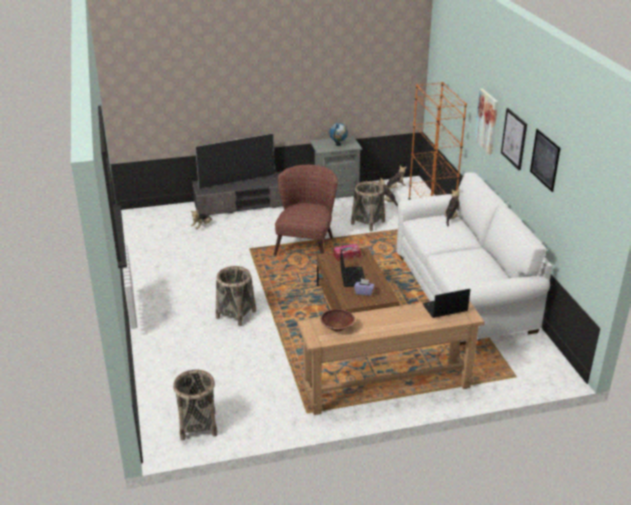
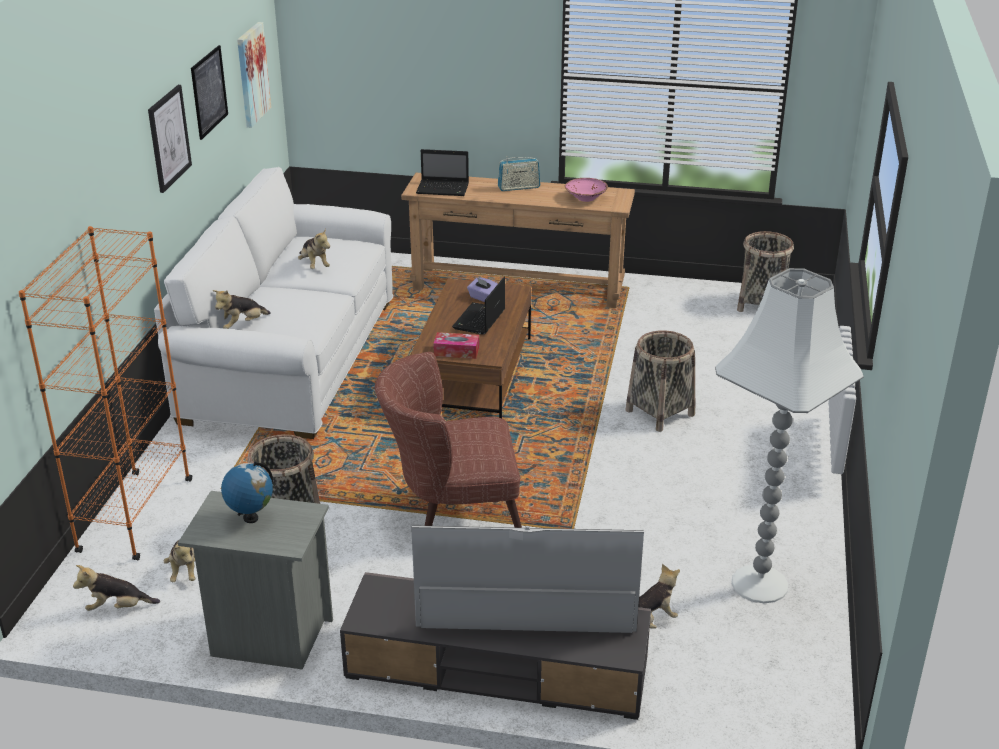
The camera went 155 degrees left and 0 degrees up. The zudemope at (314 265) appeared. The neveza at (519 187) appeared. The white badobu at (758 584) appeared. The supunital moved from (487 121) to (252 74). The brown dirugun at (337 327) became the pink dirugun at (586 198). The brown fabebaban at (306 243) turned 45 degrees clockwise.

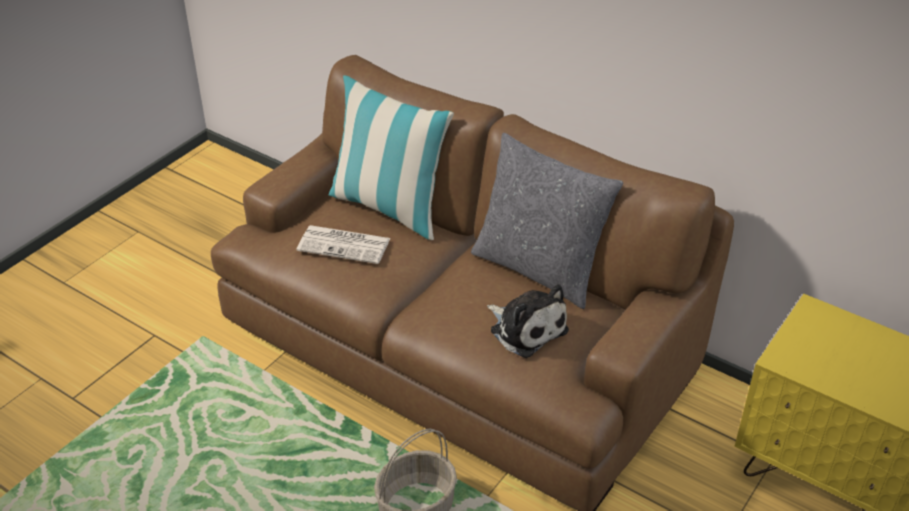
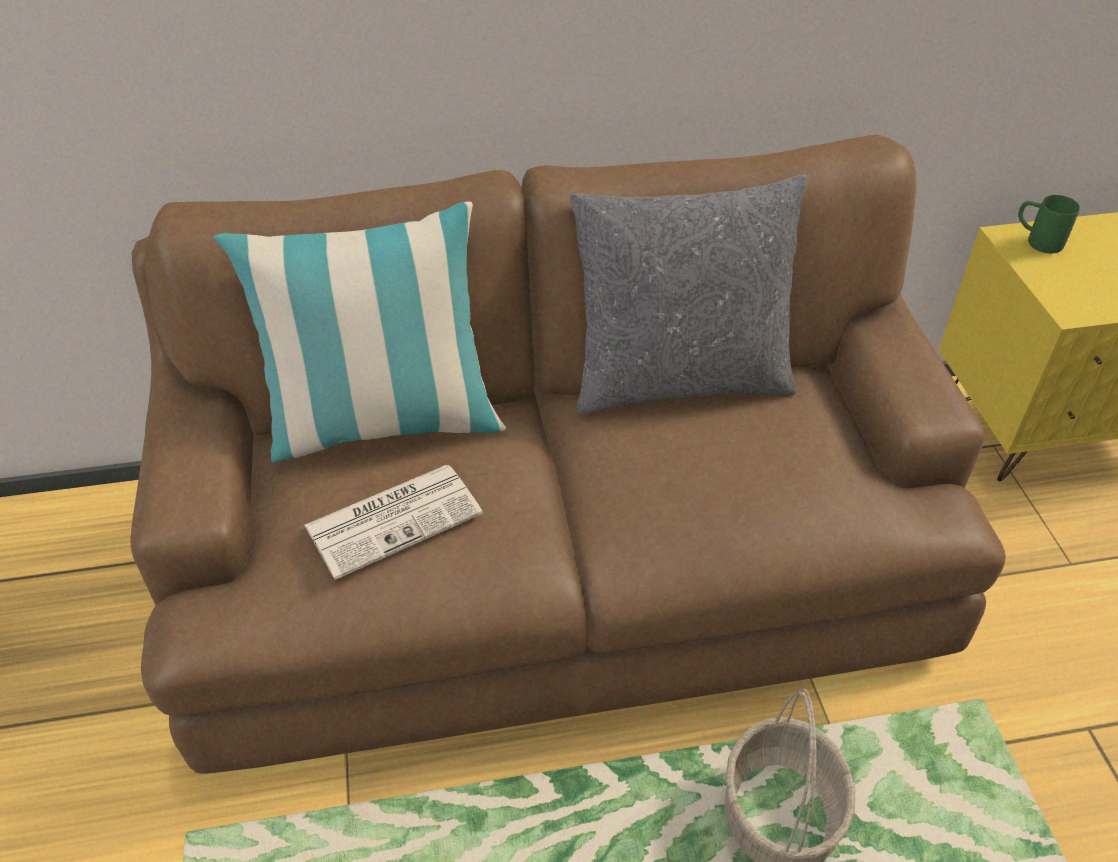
The camera went 45 degrees left and 5 degrees up. The zudemope at (526 329) disappeared. The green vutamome at (1036 241) appeared.

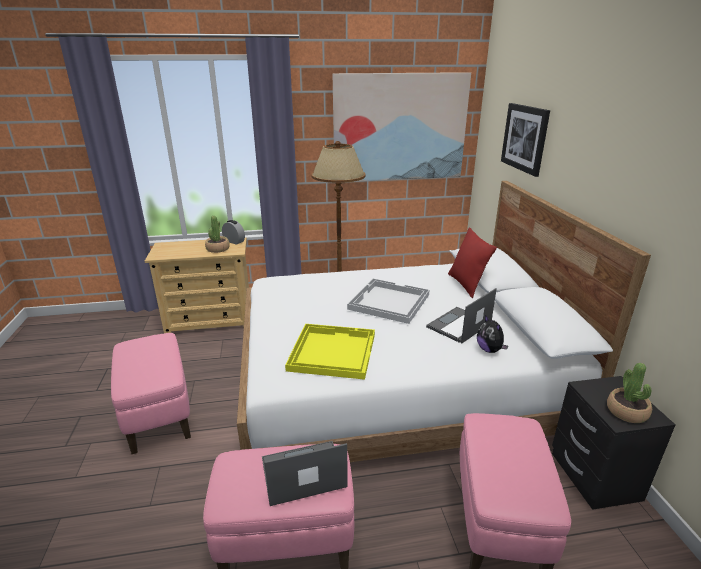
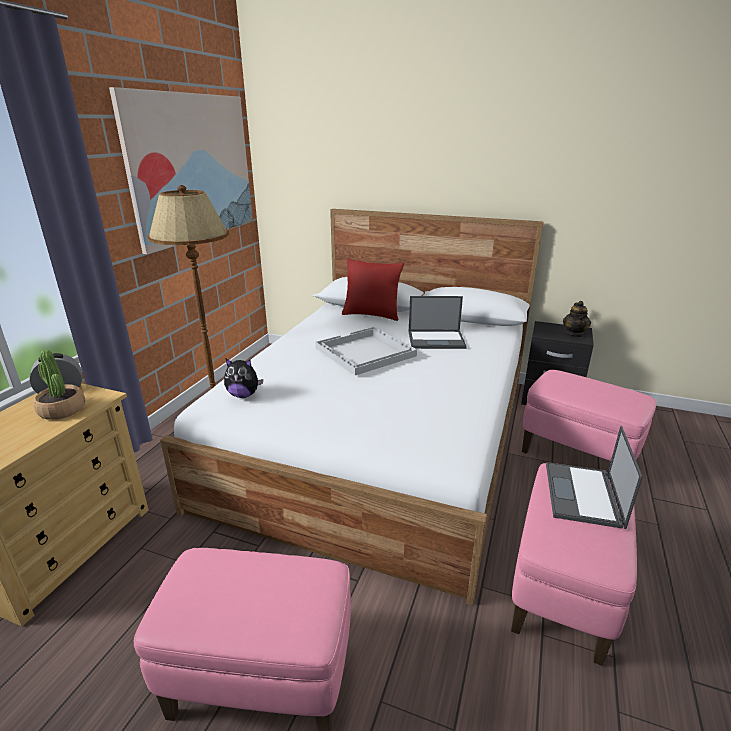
The camera went 60 degrees left and 0 degrees up. The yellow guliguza at (332 351) disappeared. The supunital at (525 138) disappeared. The zudemope moved from (489 350) to (243 395). The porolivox at (627 412) was replaced by the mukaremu at (574 334). The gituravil at (458 325) turned 75 degrees counterclockwise.

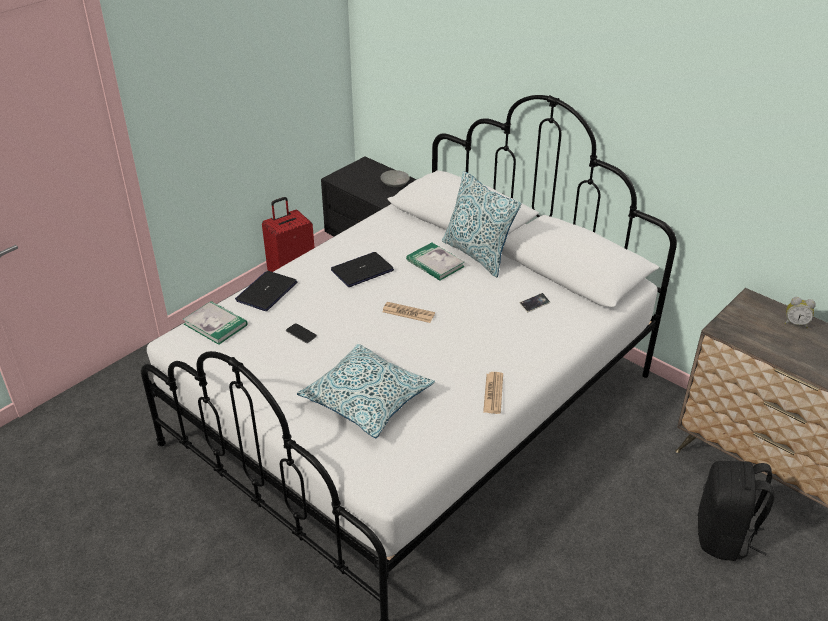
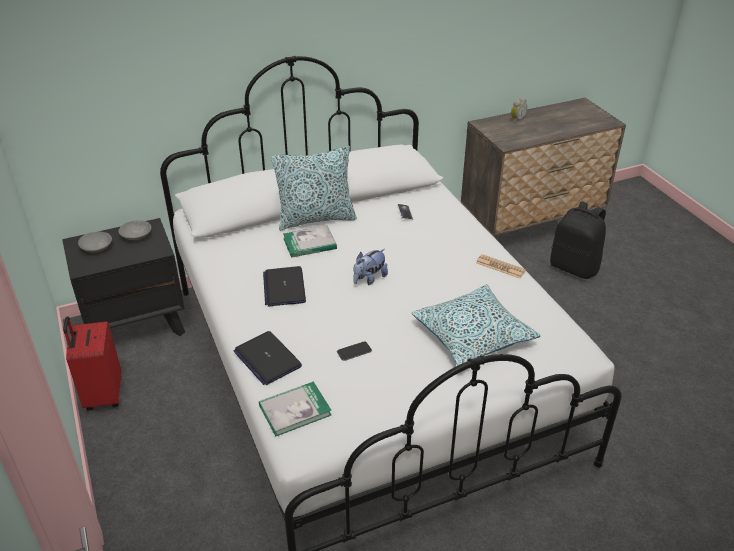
The camera went 65 degrees left and 0 degrees up. The grey dirugun at (97 247) appeared. The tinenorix at (408 313) was replaced by the zudemope at (369 279).

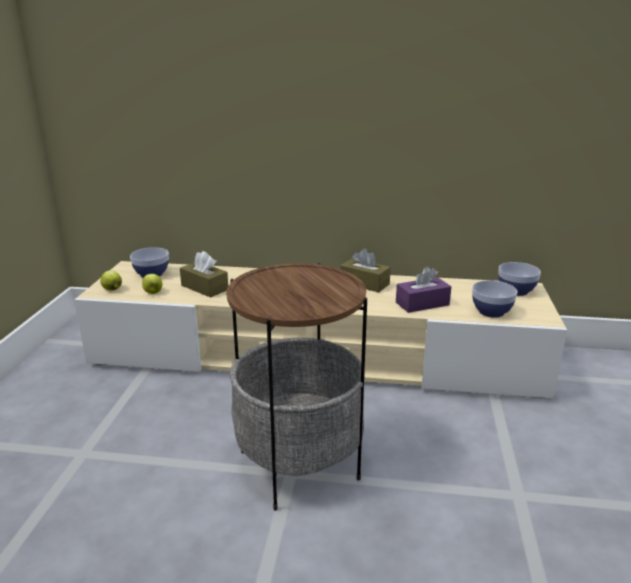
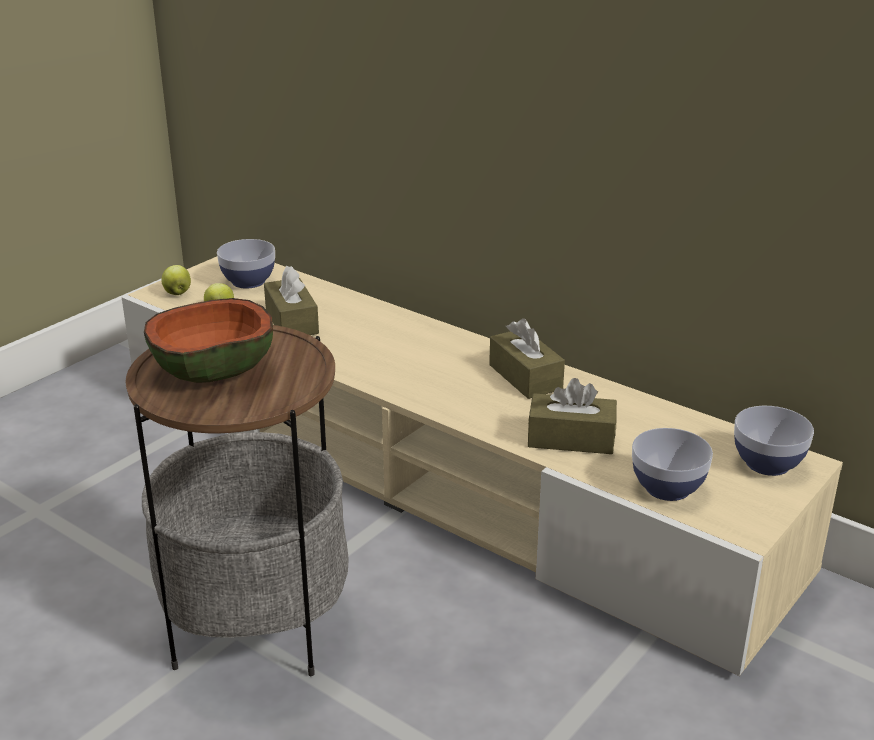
The camera went 30 degrees right and 5 degrees up. The dirugun at (213 372) appeared. The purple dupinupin at (422 304) became the brown dupinupin at (571 439).

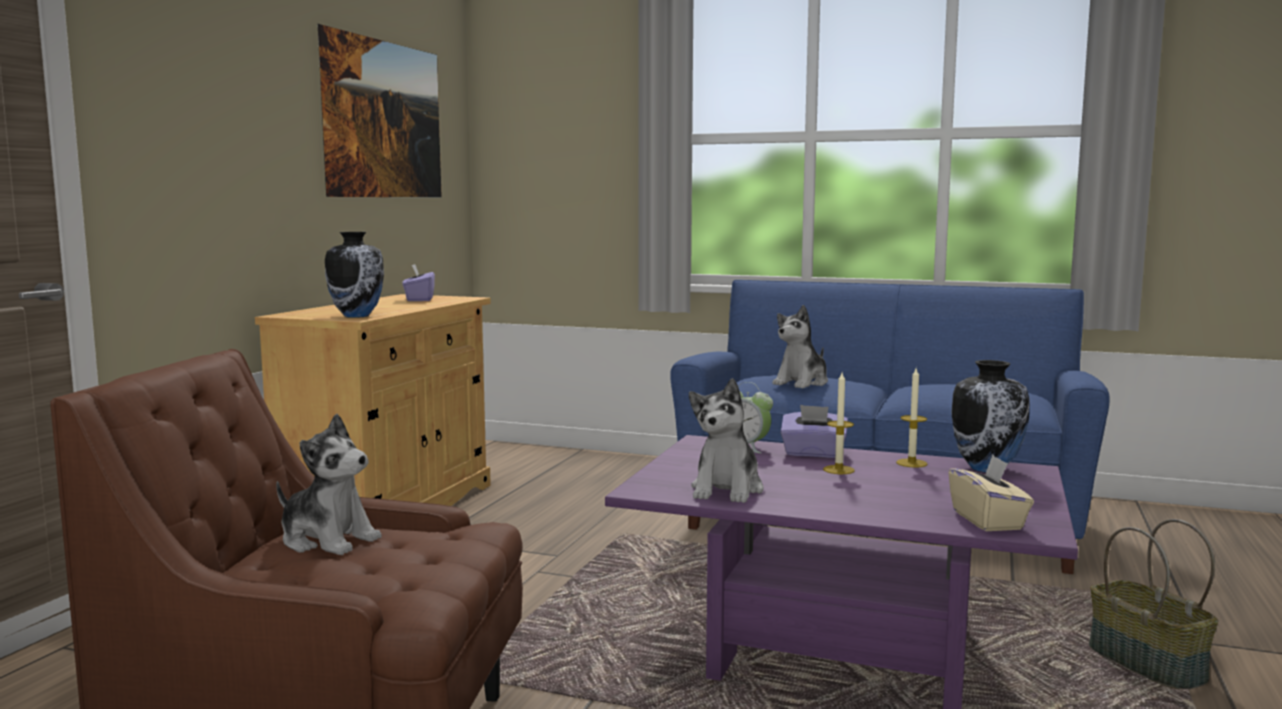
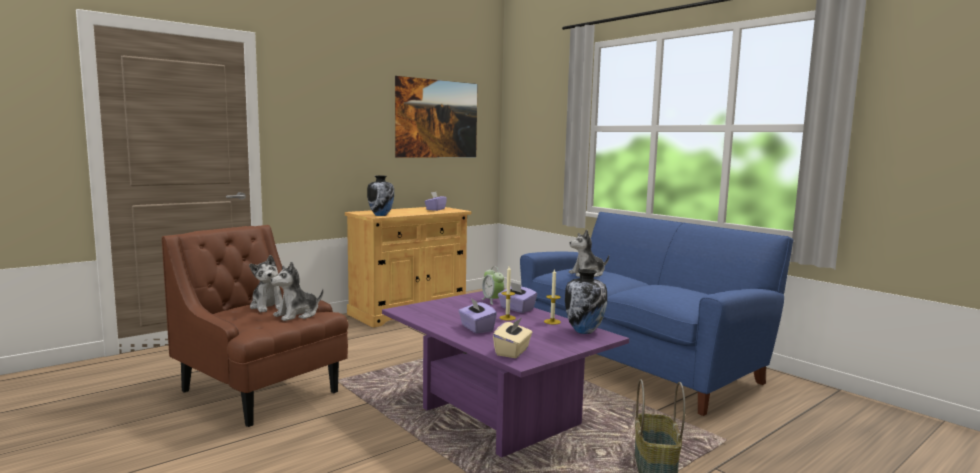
The camera went 30 degrees right and 0 degrees up. The purple dupinupin at (476 328) appeared. The zudemope moved from (727 490) to (297 315).

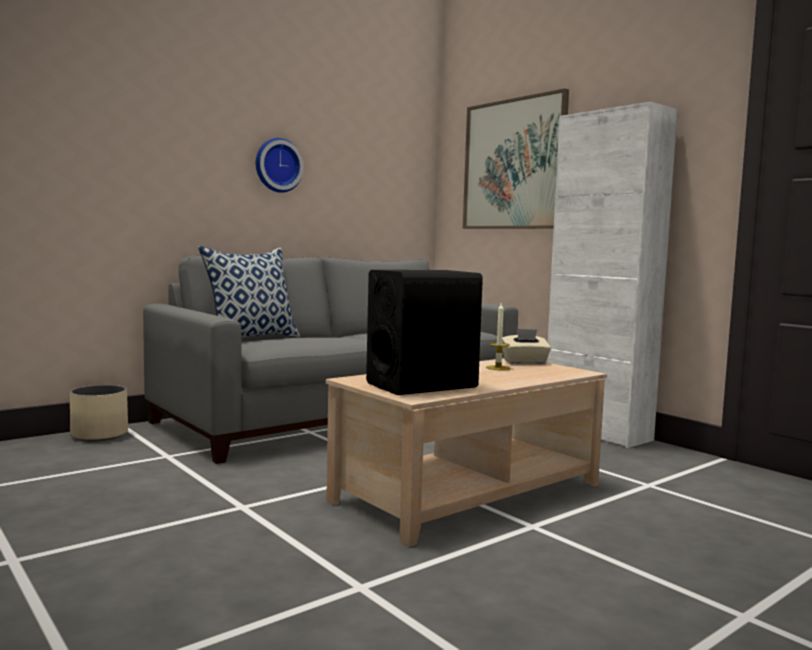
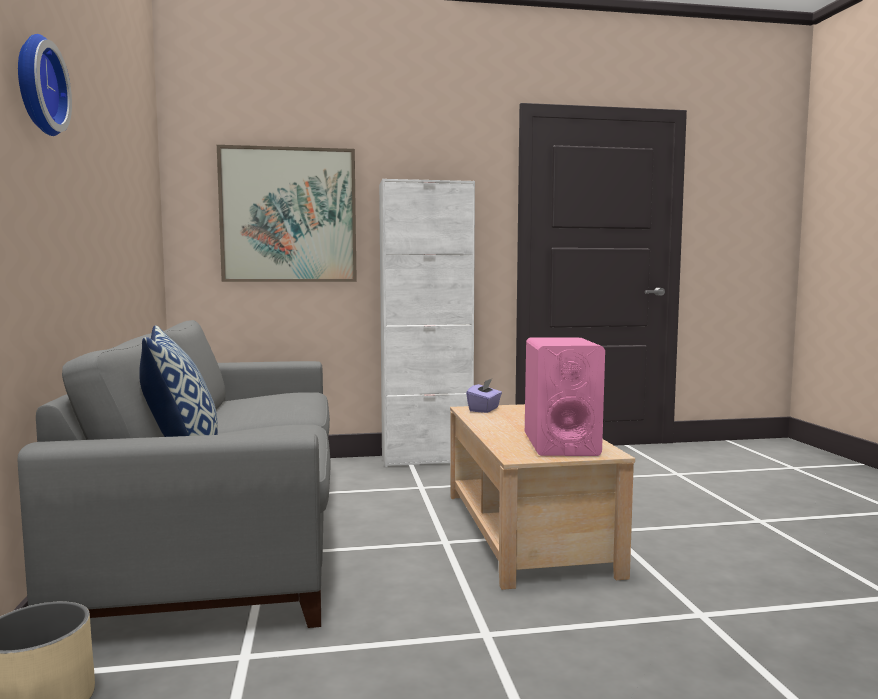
The camera went 60 degrees left and 0 degrees up. The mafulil at (498 368) disappeared. The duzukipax moved from (277 165) to (36 85). The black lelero at (422 385) became the pink lelero at (560 444). The beige dupinupin at (525 363) became the purple dupinupin at (484 409).

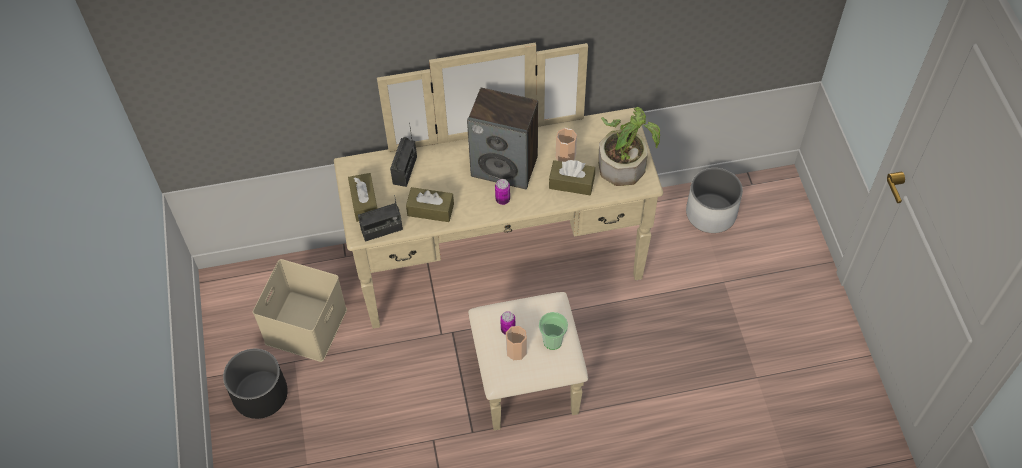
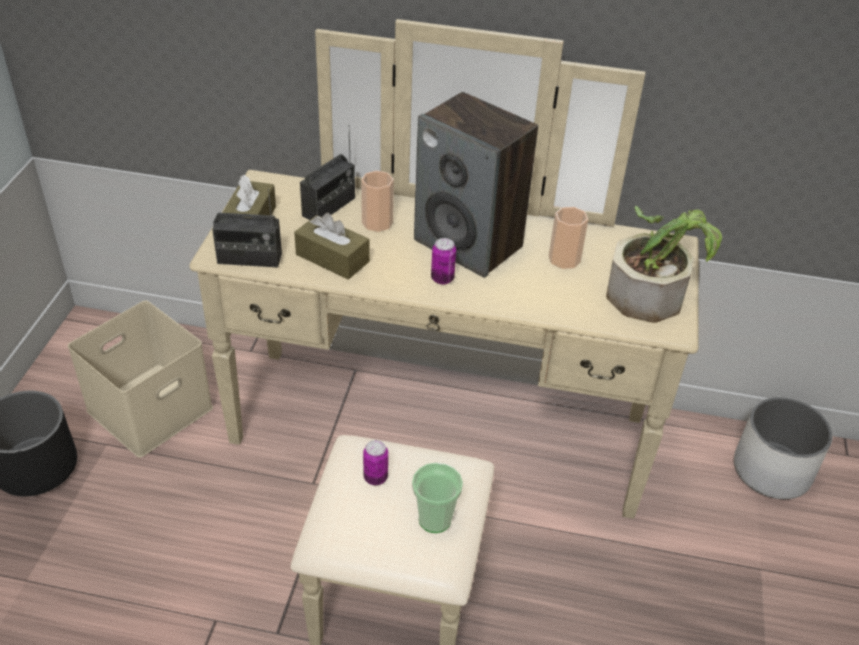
The camera went 20 degrees right and 15 degrees down. The brown dupinupin at (571 183) disappeared. The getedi moved from (516 351) to (377 222).

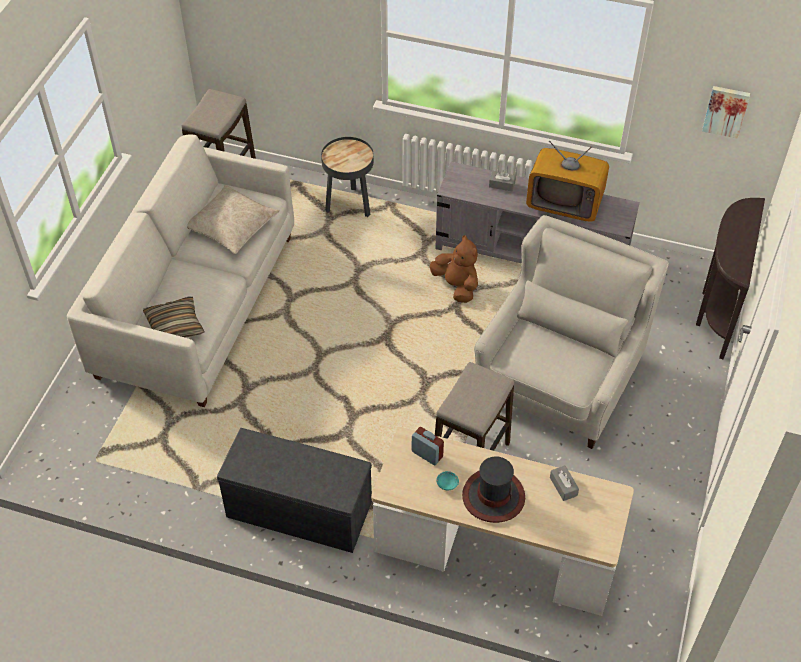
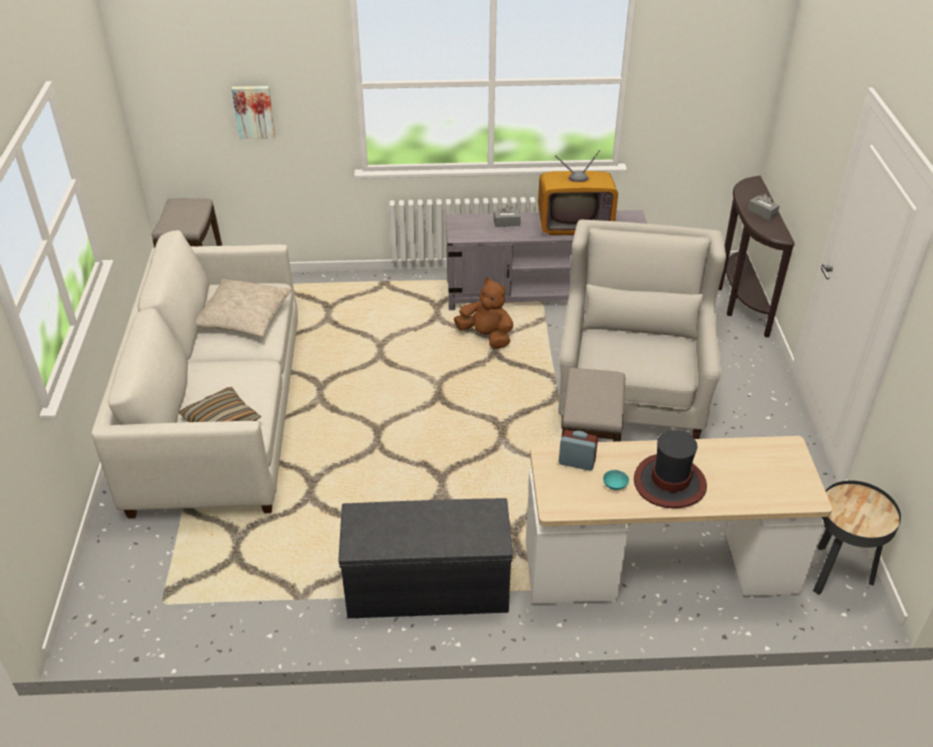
The camera went 20 degrees left and 10 degrees down. The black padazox moved from (349 205) to (836 573). The grey dupinupin moved from (563 486) to (762 212). The supunital moved from (726 110) to (254 111).

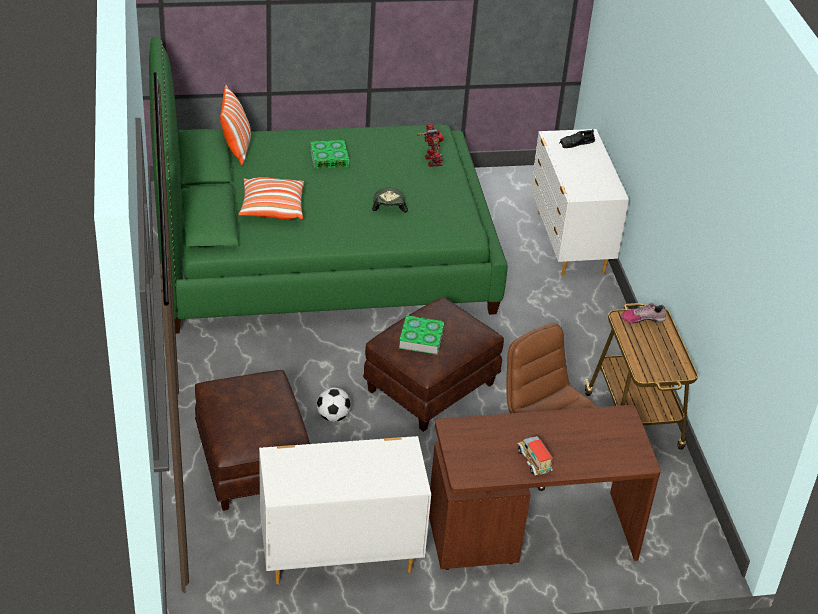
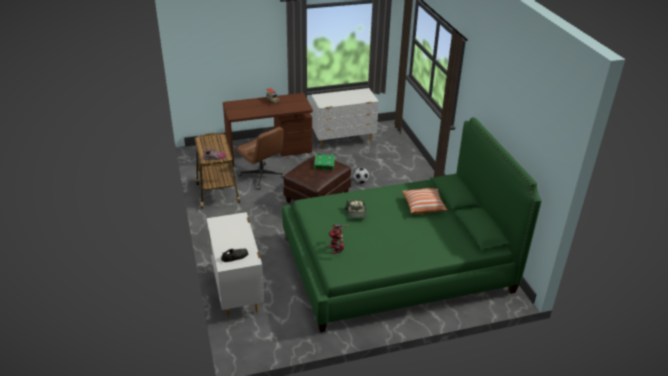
The camera went 175 degrees right and 5 degrees down. The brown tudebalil at (251 463) disappeared. The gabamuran at (236 148) disappeared. The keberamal at (329 158) disappeared.

